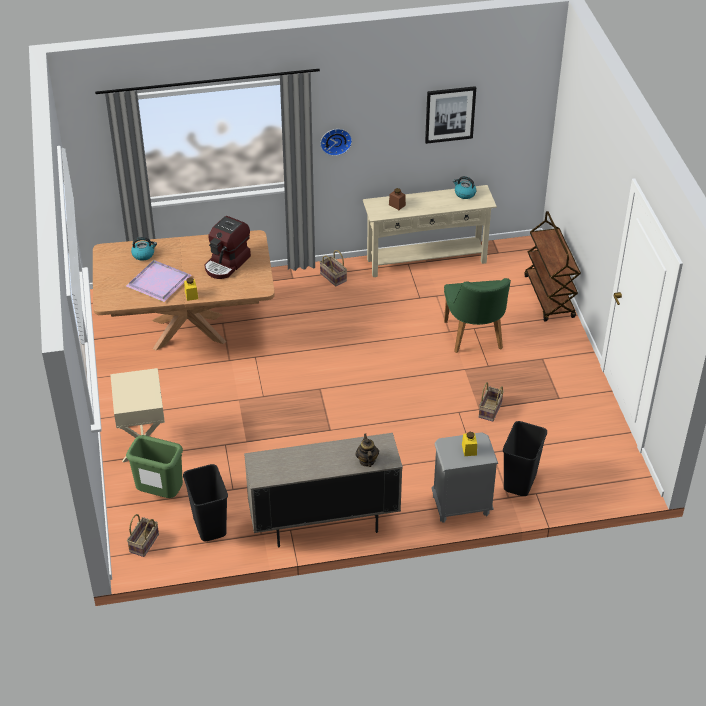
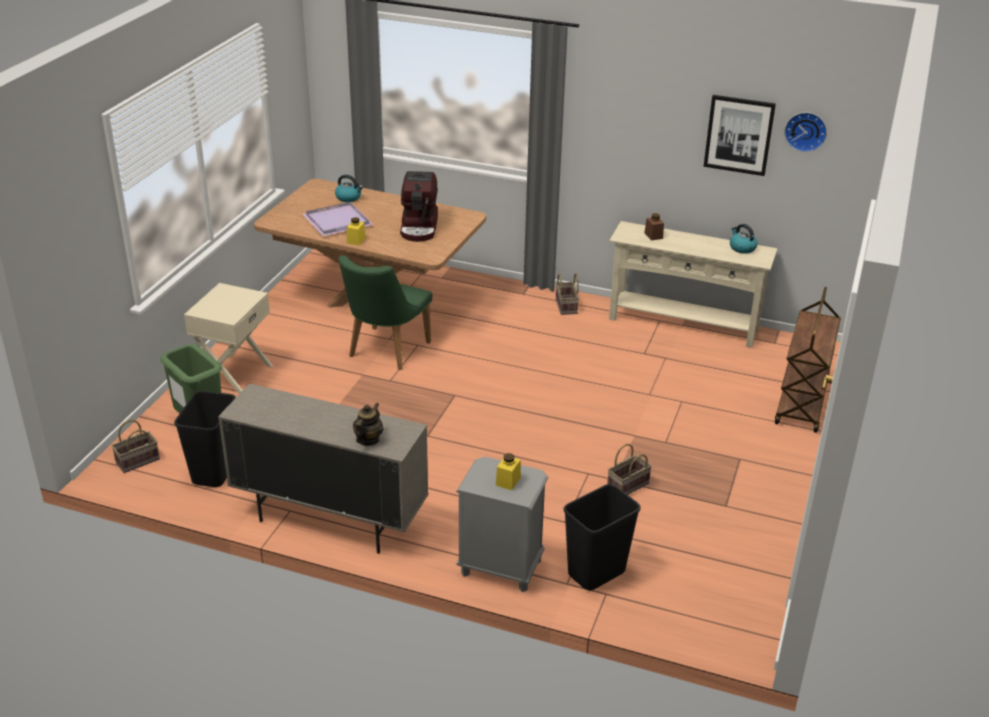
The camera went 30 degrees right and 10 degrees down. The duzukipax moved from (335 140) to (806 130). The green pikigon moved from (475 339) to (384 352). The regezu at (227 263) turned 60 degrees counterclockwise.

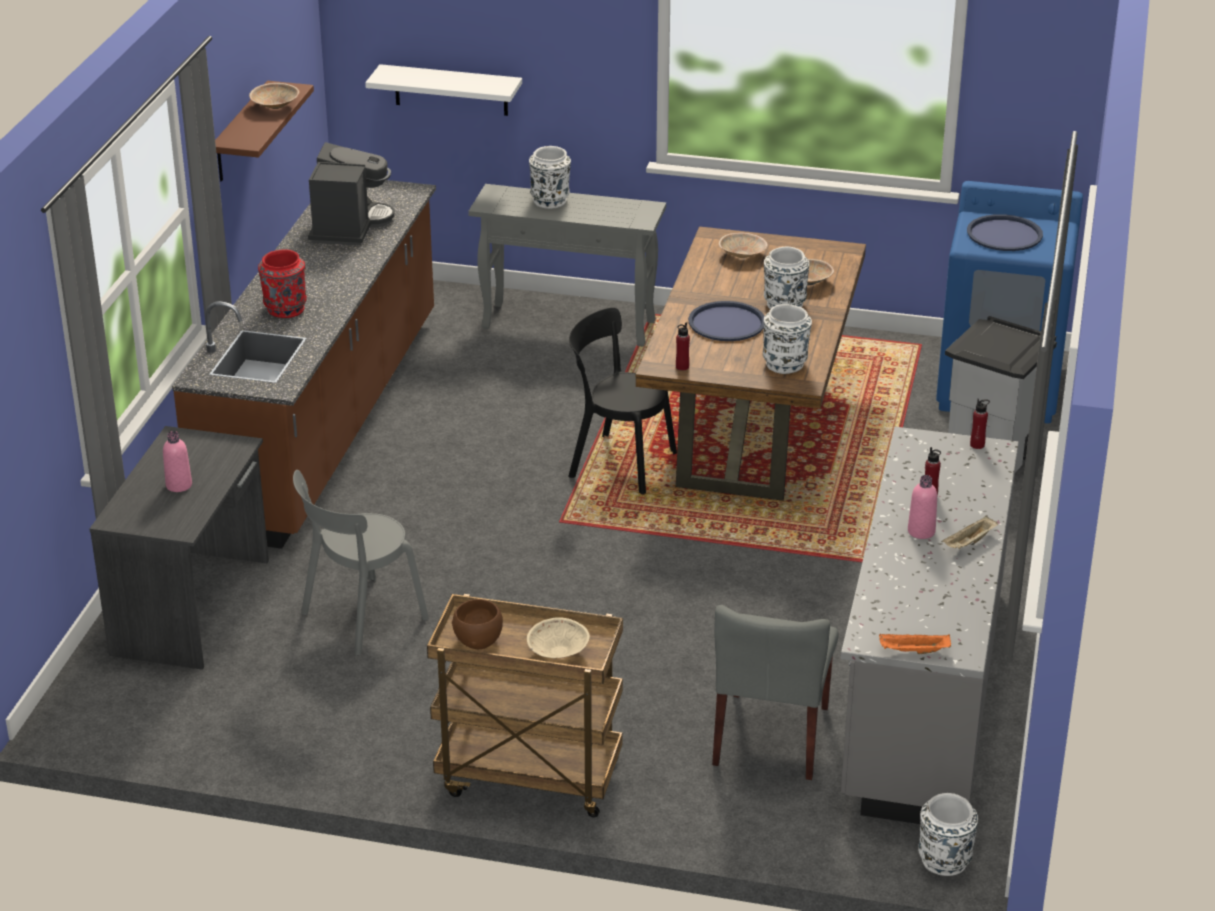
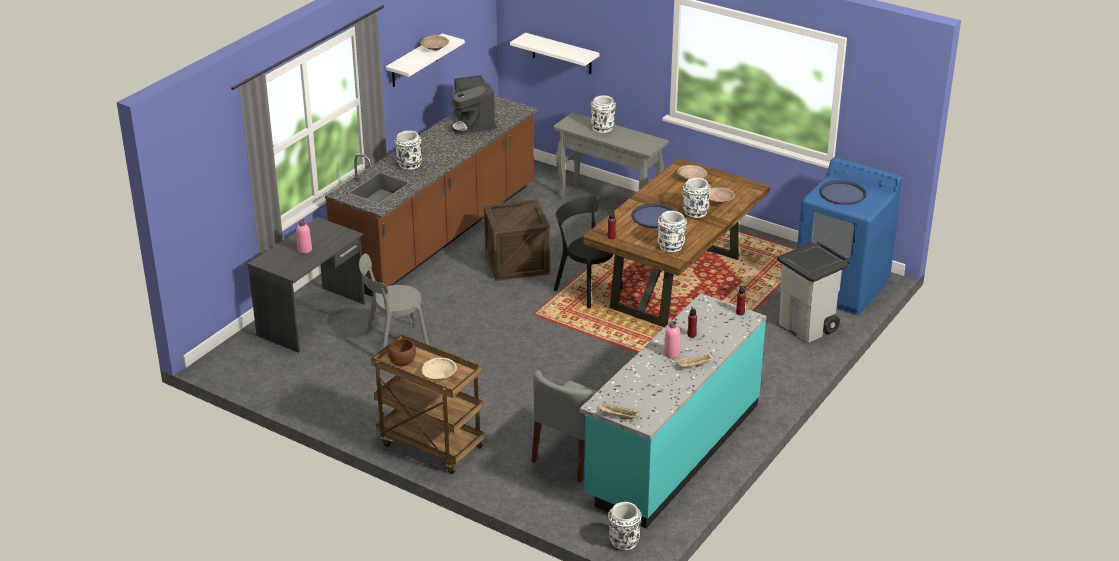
The camera went 20 degrees right and 0 degrees up. The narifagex at (517 263) appeared. The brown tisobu at (241 133) became the white tisobu at (414 61). The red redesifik at (285 309) became the white redesifik at (409 165). The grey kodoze at (921 694) became the turquoise kodoze at (672 451). The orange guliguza at (913 652) became the beige guliguza at (618 416). The regezu at (348 226) turned 135 degrees clockwise.

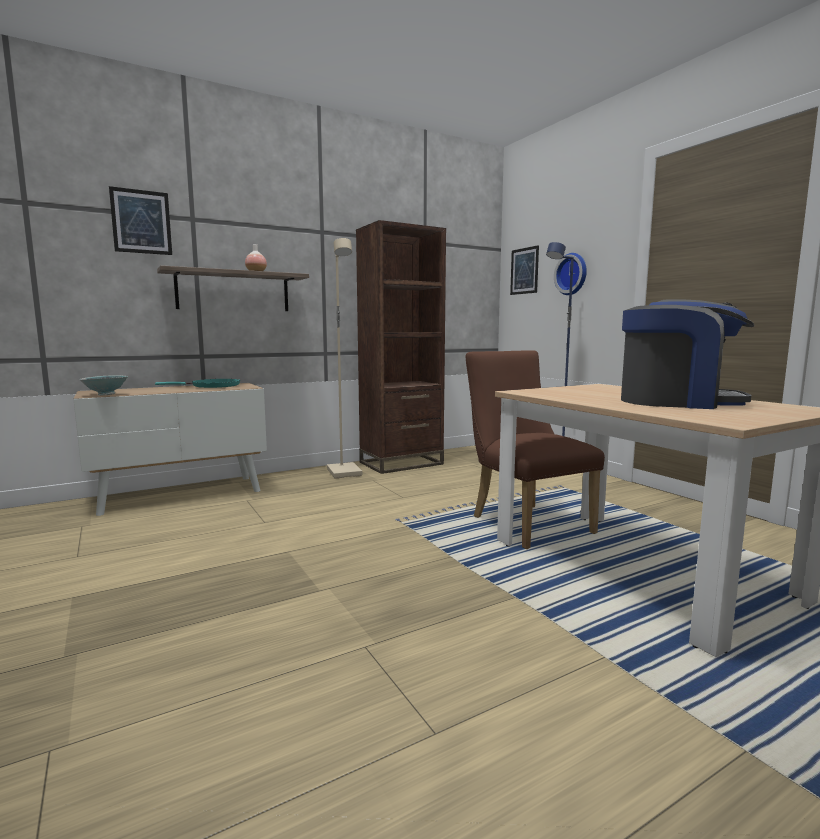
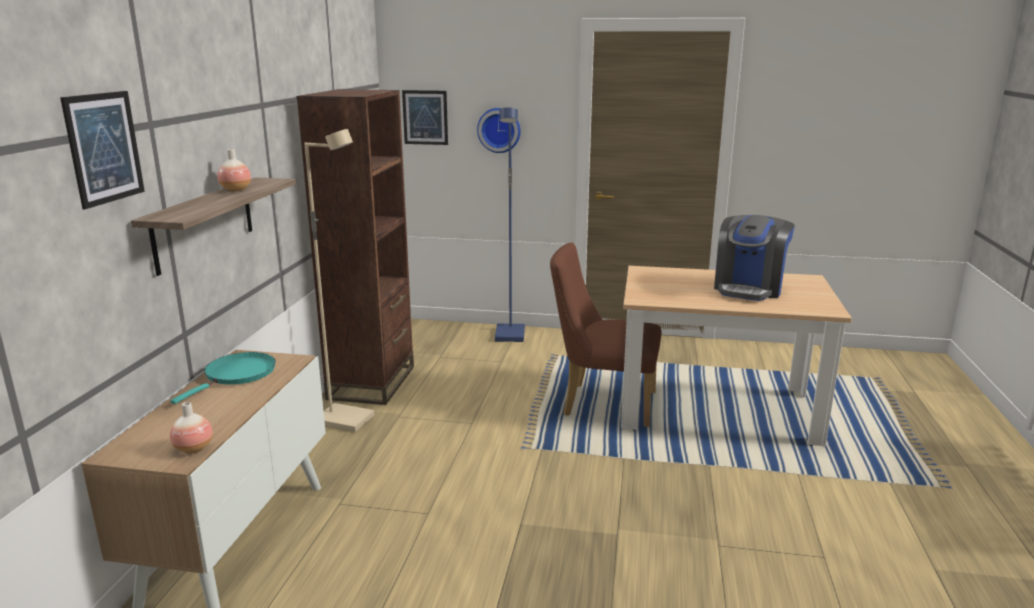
The camera went 50 degrees left and 10 degrees up. The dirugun at (106 394) was replaced by the redesifik at (193 448). The regezu at (677 402) turned 150 degrees clockwise.

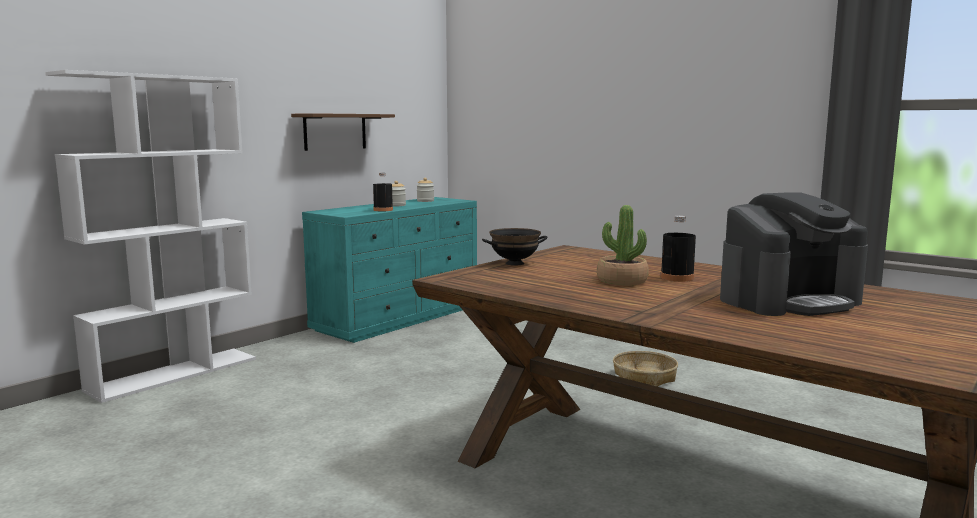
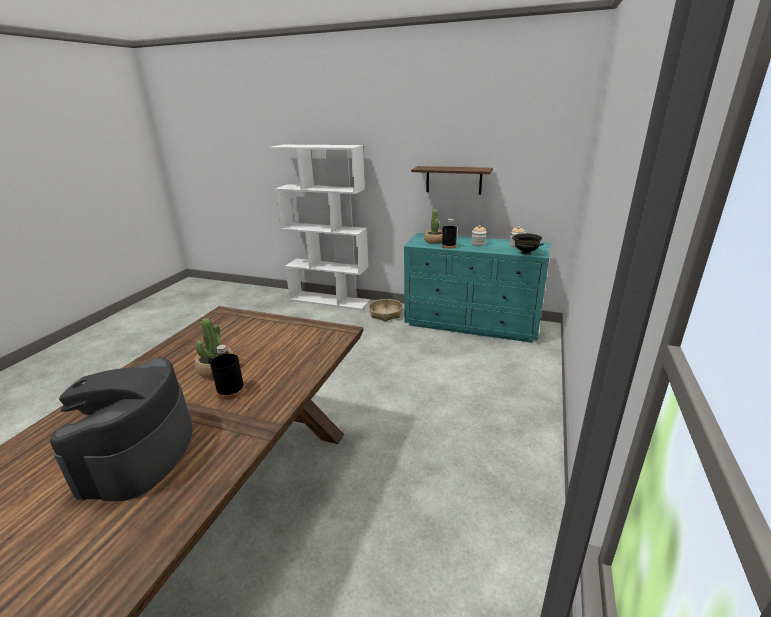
The camera went 70 degrees right and 15 degrees up. The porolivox at (434 241) appeared. The black dirugun moved from (514 263) to (525 253). The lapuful moved from (644 377) to (386 314). The regezu at (789 301) turned 45 degrees clockwise.

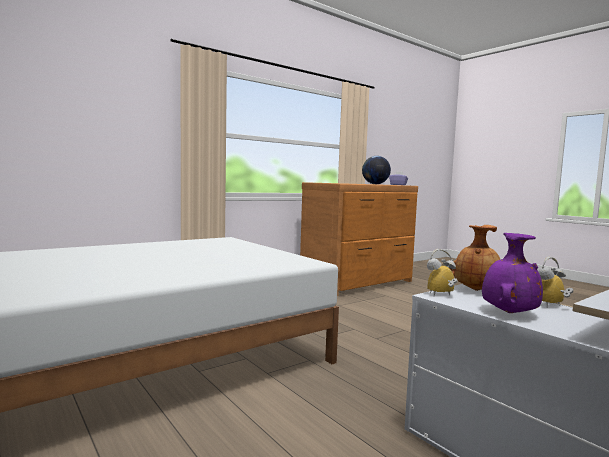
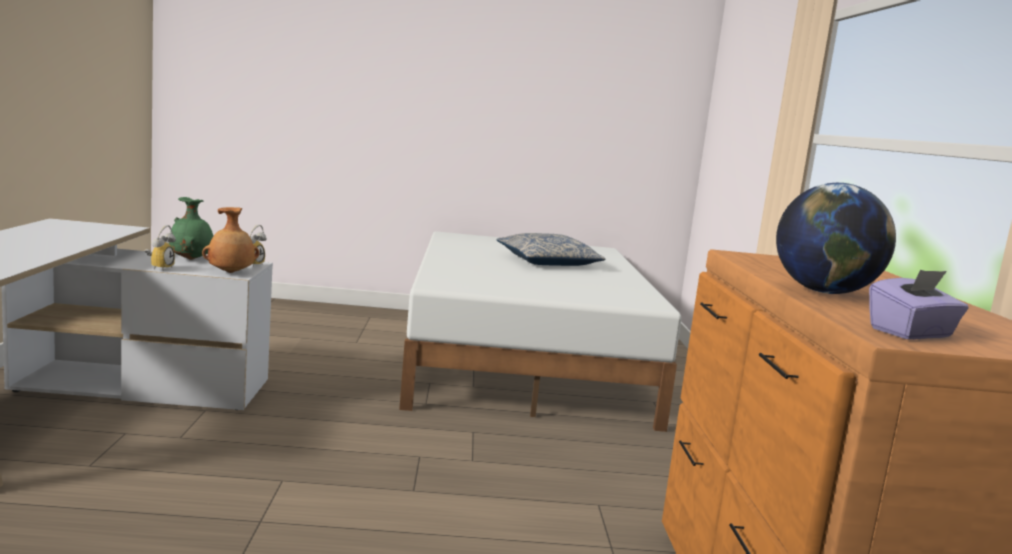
The camera went 125 degrees right and 5 degrees up. The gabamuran at (548 262) appeared. The purple redesifik at (508 313) became the green redesifik at (192 259).

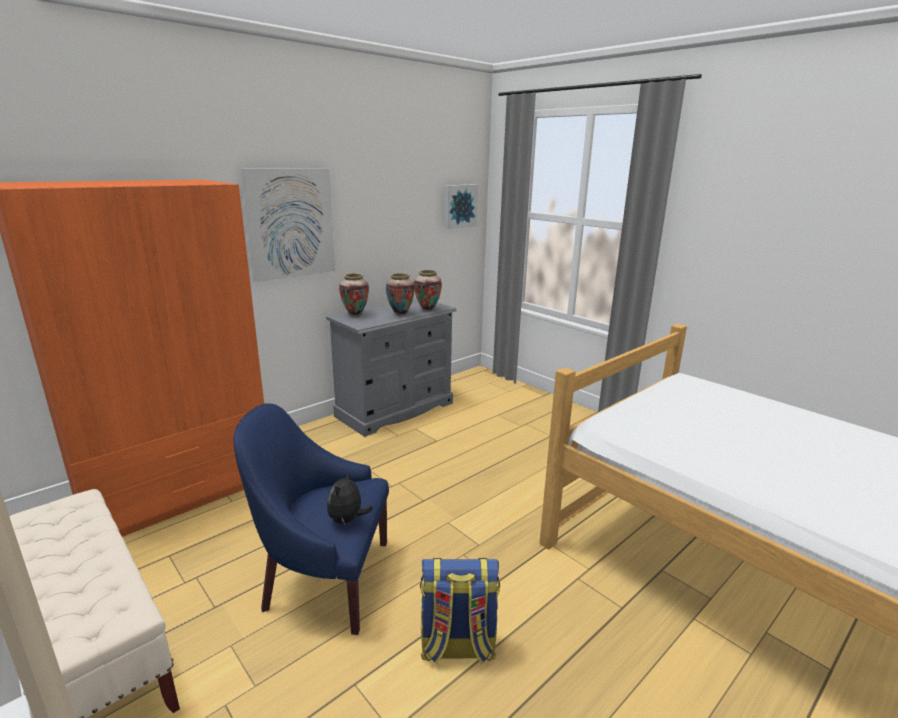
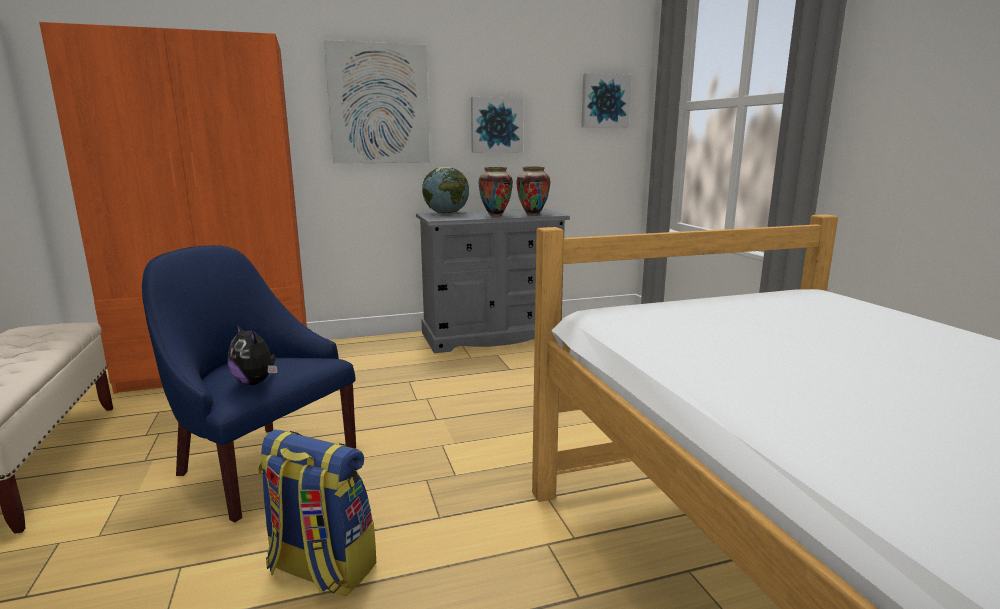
The camera went 25 degrees right and 5 degrees down. The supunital at (496 125) appeared. The redesifik at (355 315) was replaced by the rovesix at (446 213). The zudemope at (347 520) turned 90 degrees counterclockwise.

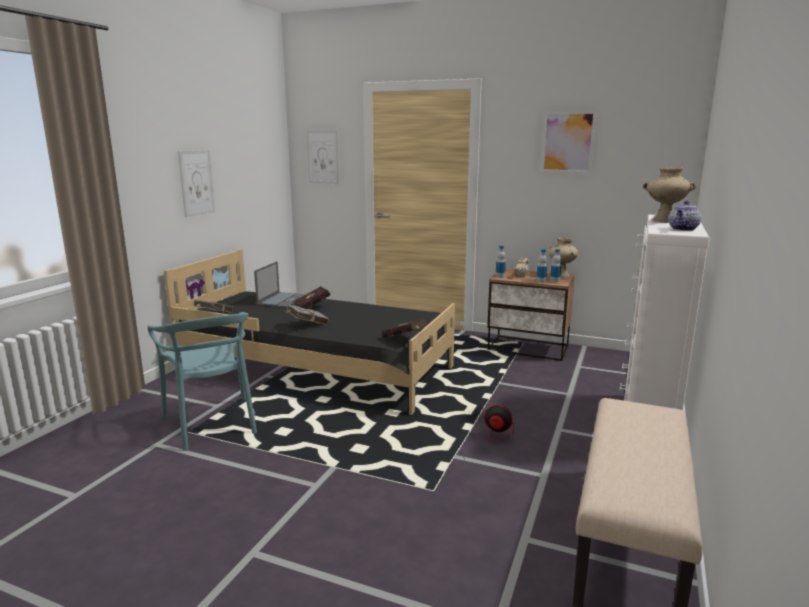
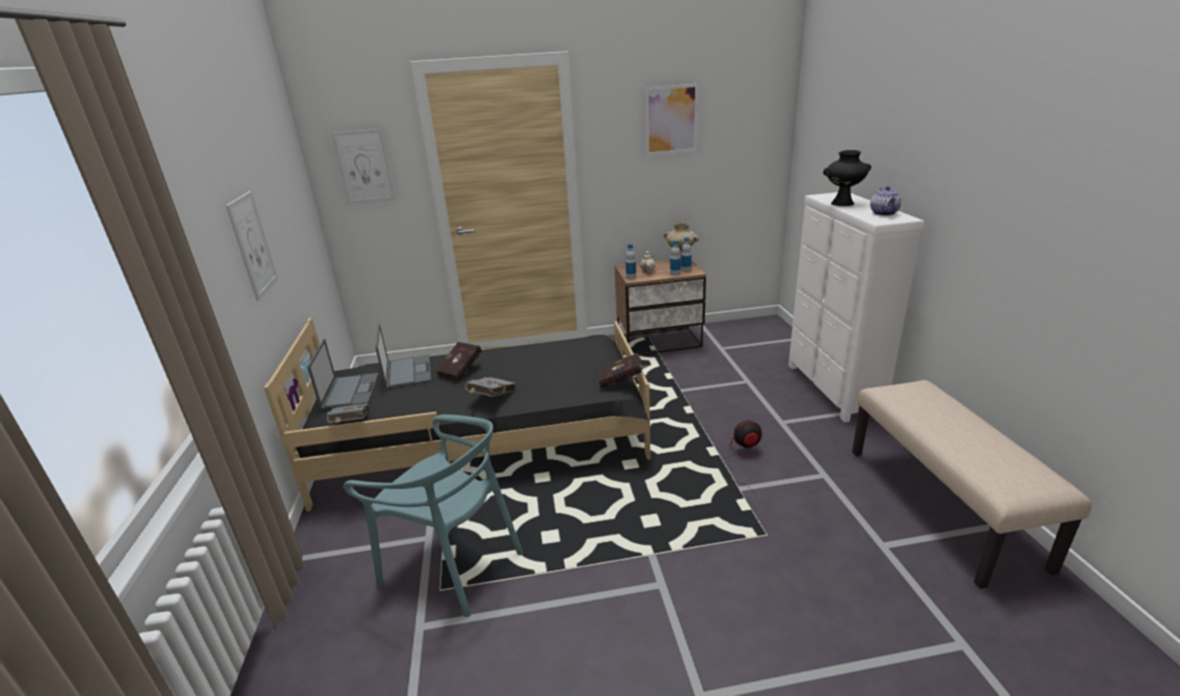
The camera went 30 degrees left and 10 degrees up. The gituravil at (350 391) appeared. The beige redesifik at (663 221) became the black redesifik at (842 204).

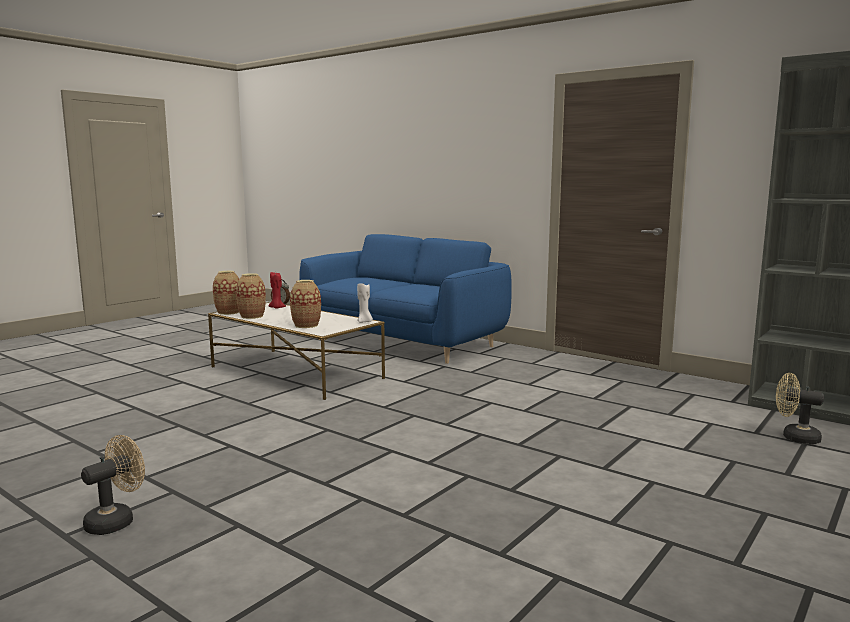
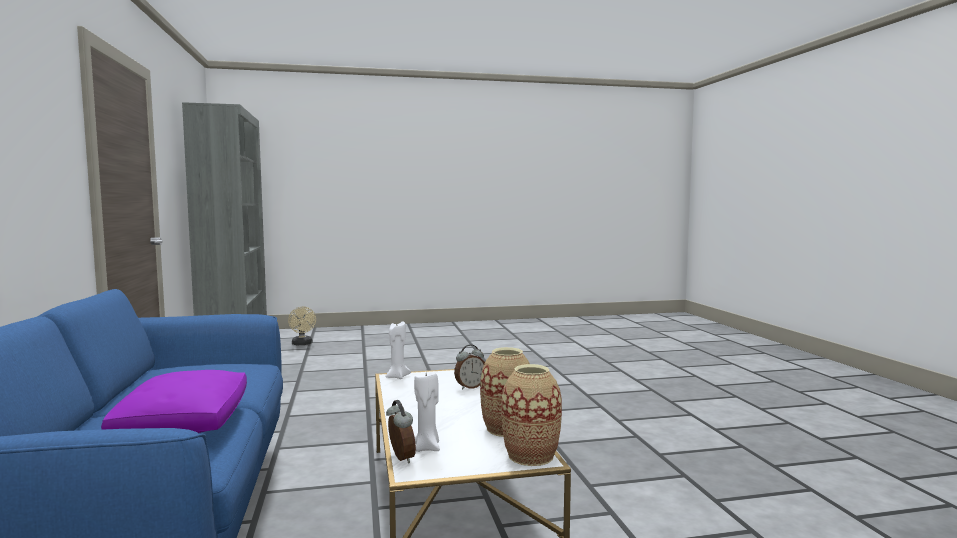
The camera went 140 degrees left and 5 degrees down. The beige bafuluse at (116 520) disappeared. The purple gabamuran at (184 422) appeared. The redesifik at (306 325) was replaced by the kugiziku at (470 387). The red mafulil at (277 308) became the white mafulil at (427 447).

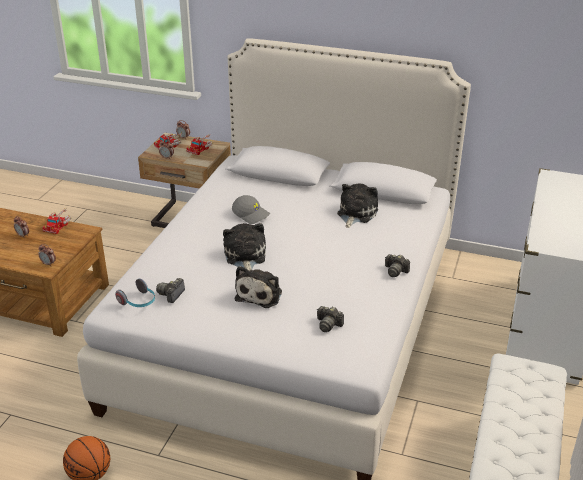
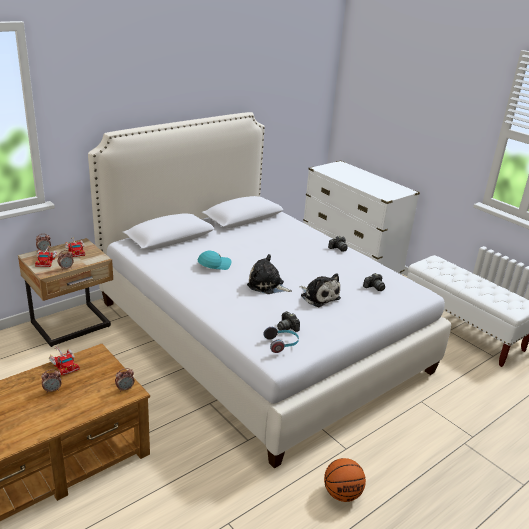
The camera went 60 degrees left and 5 degrees down. The zudemope at (355 213) disappeared. The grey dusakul at (251 214) became the turquoise dusakul at (214 265).

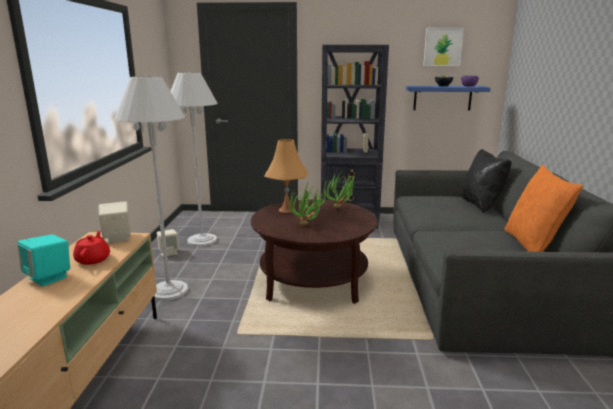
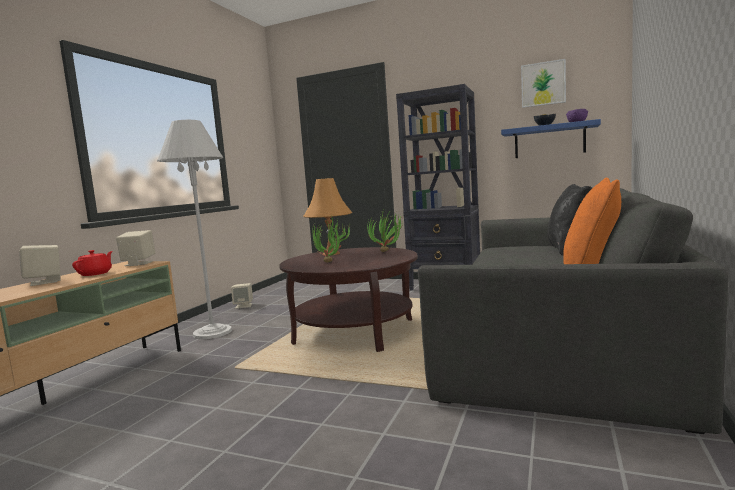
The camera went 20 degrees right and 10 degrees down. The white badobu at (202 240) disappeared. The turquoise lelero at (49 278) became the beige lelero at (44 282).

